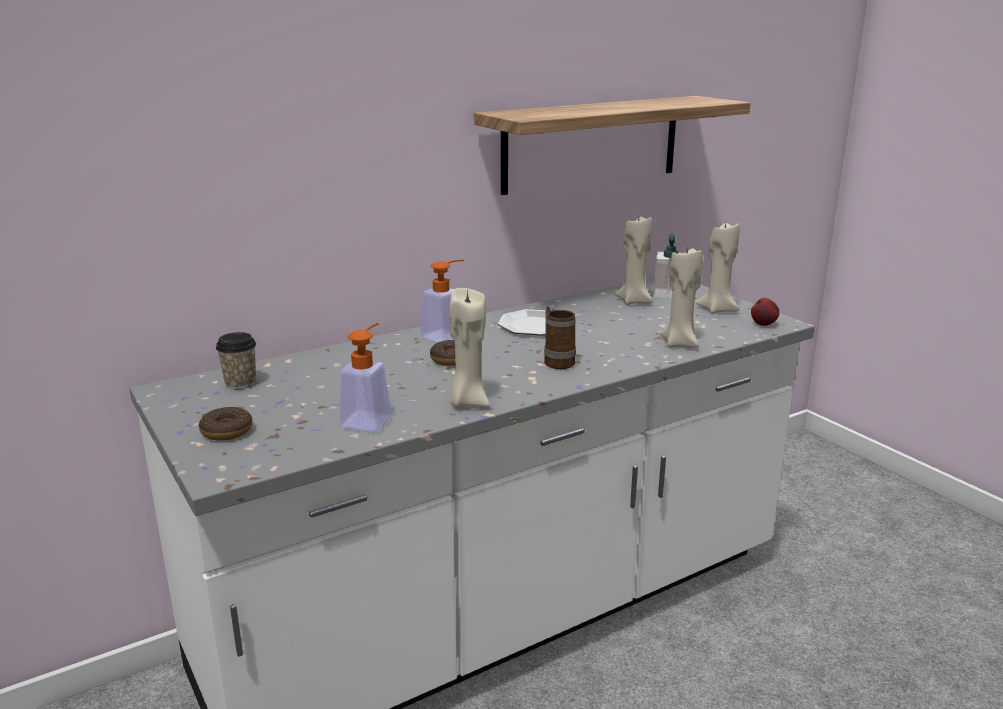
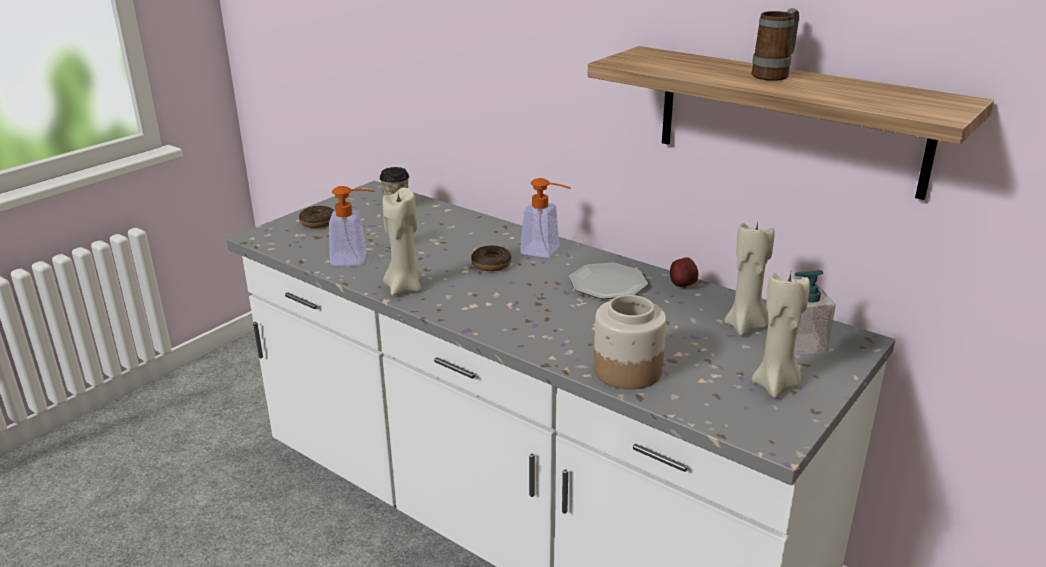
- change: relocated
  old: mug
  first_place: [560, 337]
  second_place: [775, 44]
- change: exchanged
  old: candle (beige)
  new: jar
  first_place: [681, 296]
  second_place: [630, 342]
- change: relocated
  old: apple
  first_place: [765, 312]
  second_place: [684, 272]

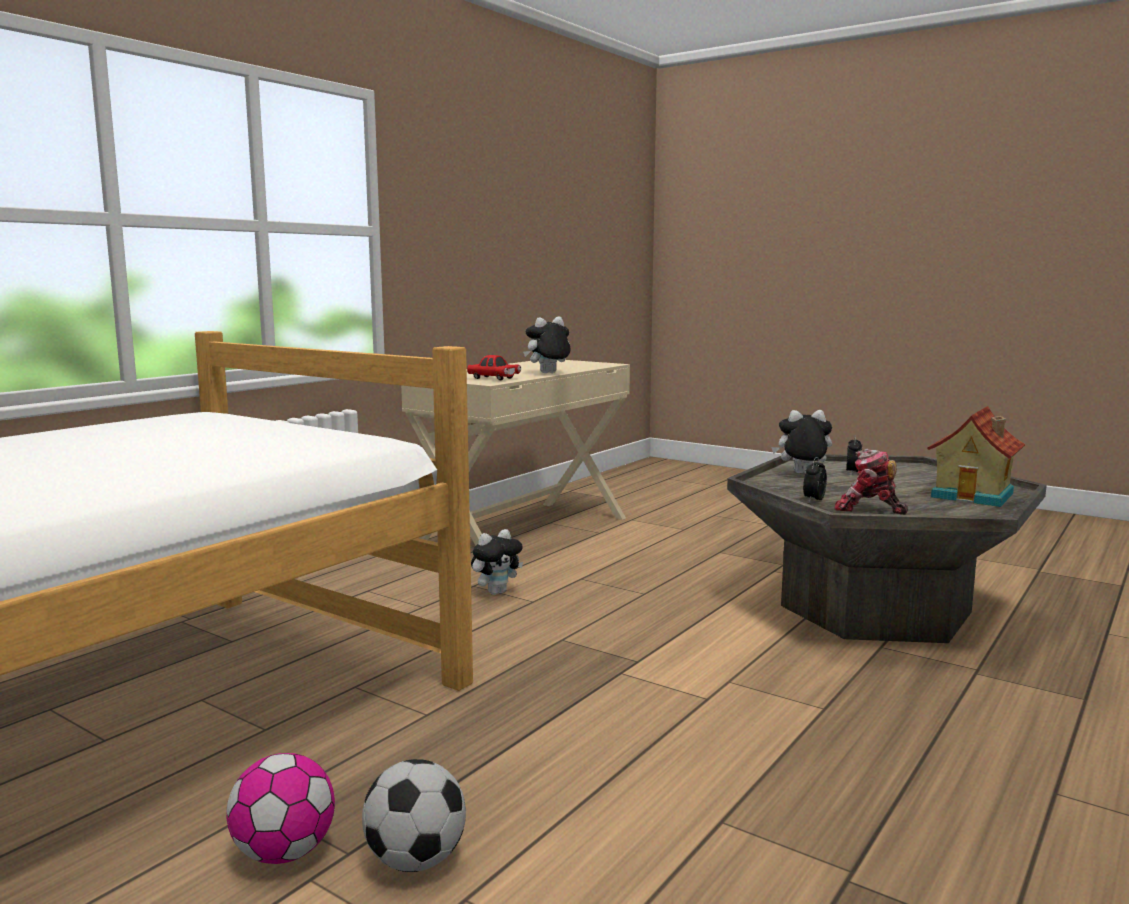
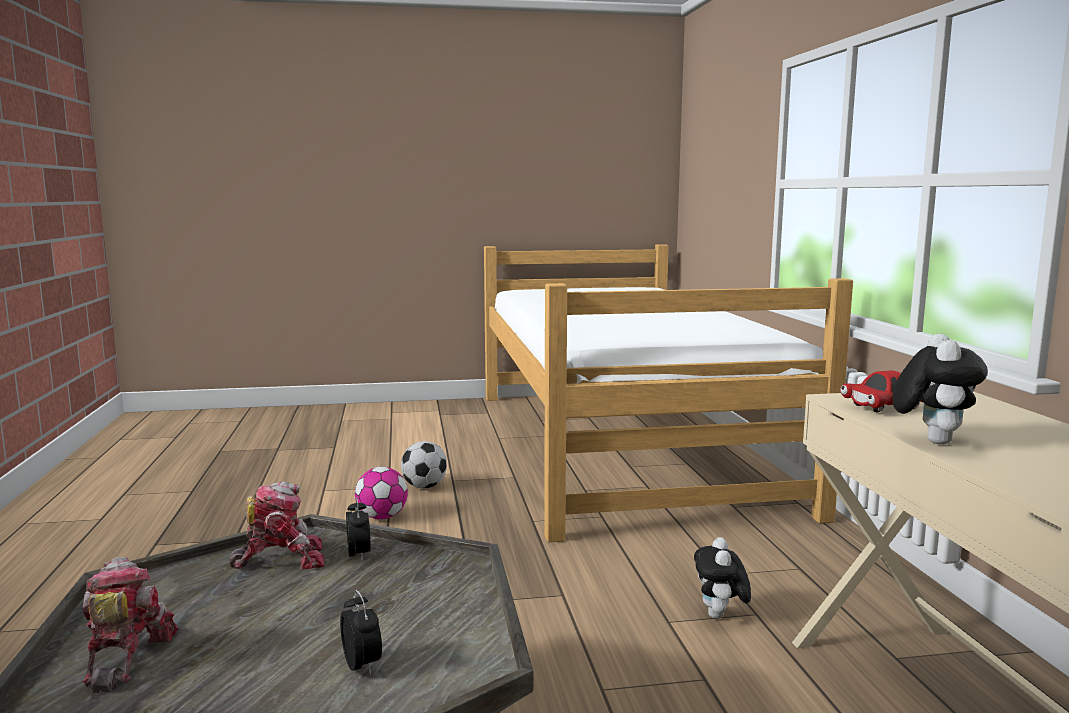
- change: relocated
  old: football
  first_place: [280, 808]
  second_place: [381, 493]
- change: missing
  old: plush toy
  first_place: [801, 441]
- change: exchanged
  old: toy house
  new: toy robot
  first_place: [976, 456]
  second_place: [130, 625]

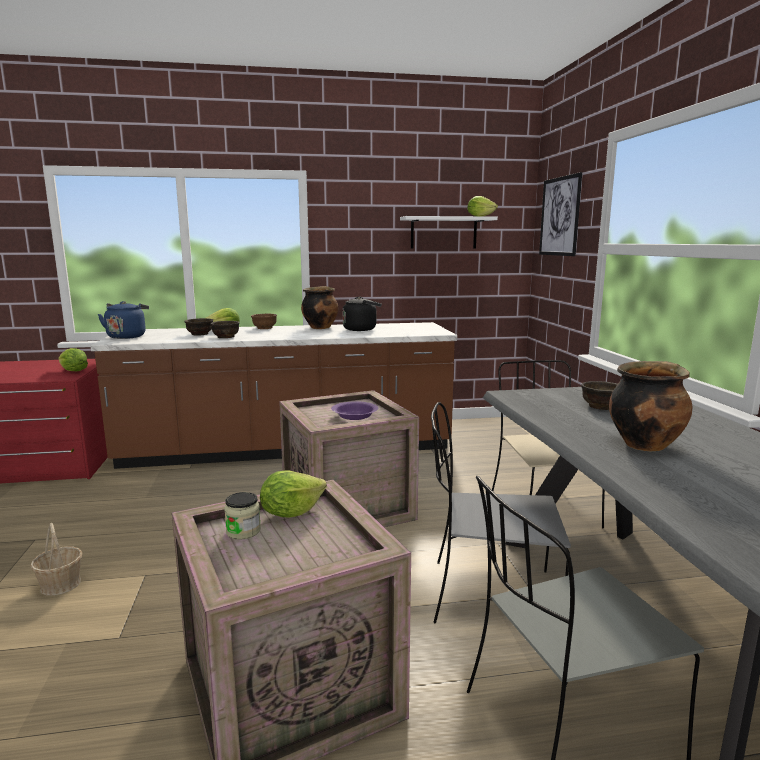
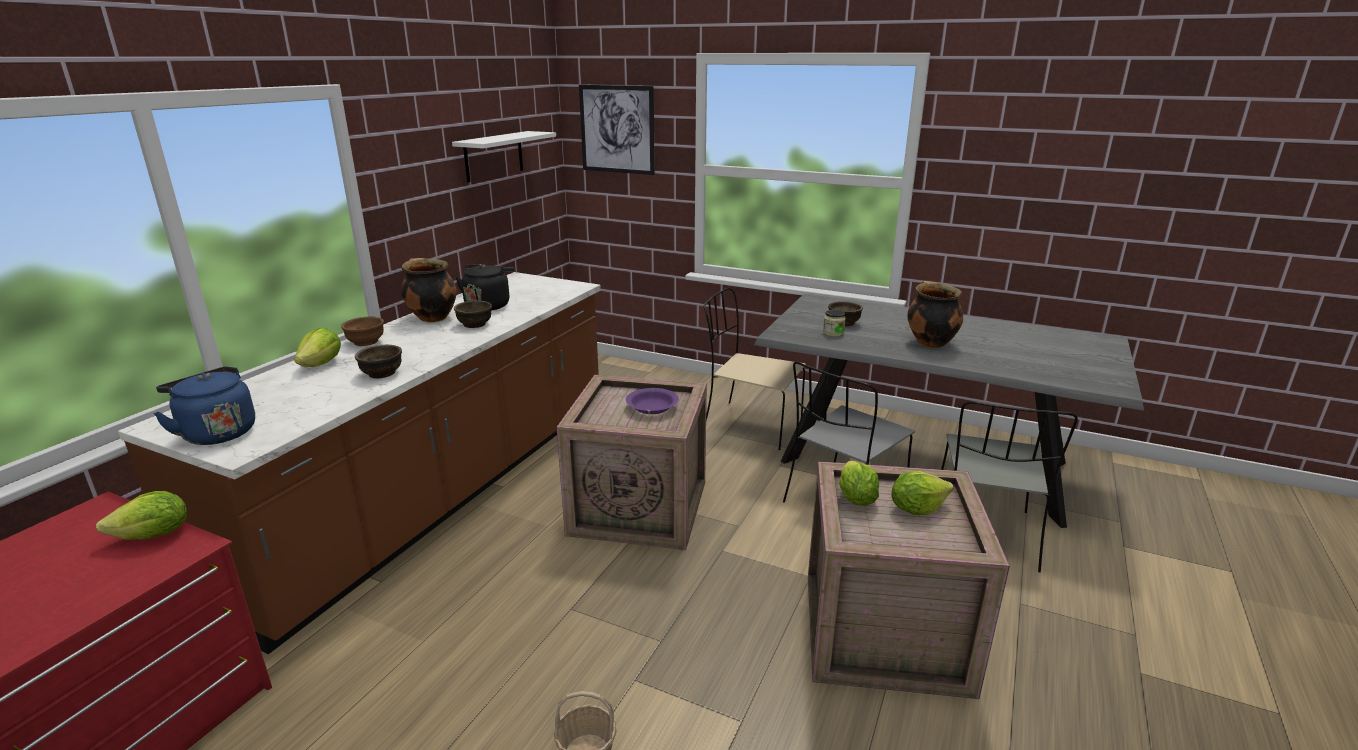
- change: relocated
  old: bowl (brown)
  first_place: [199, 327]
  second_place: [473, 314]
- change: relocated
  old: jar
  first_place: [242, 515]
  second_place: [834, 323]
- change: relocated
  old: lettuce
  first_place: [482, 206]
  second_place: [923, 493]

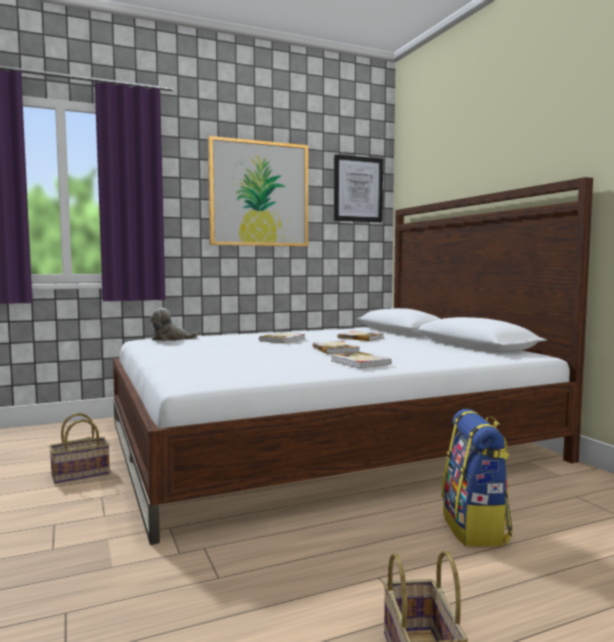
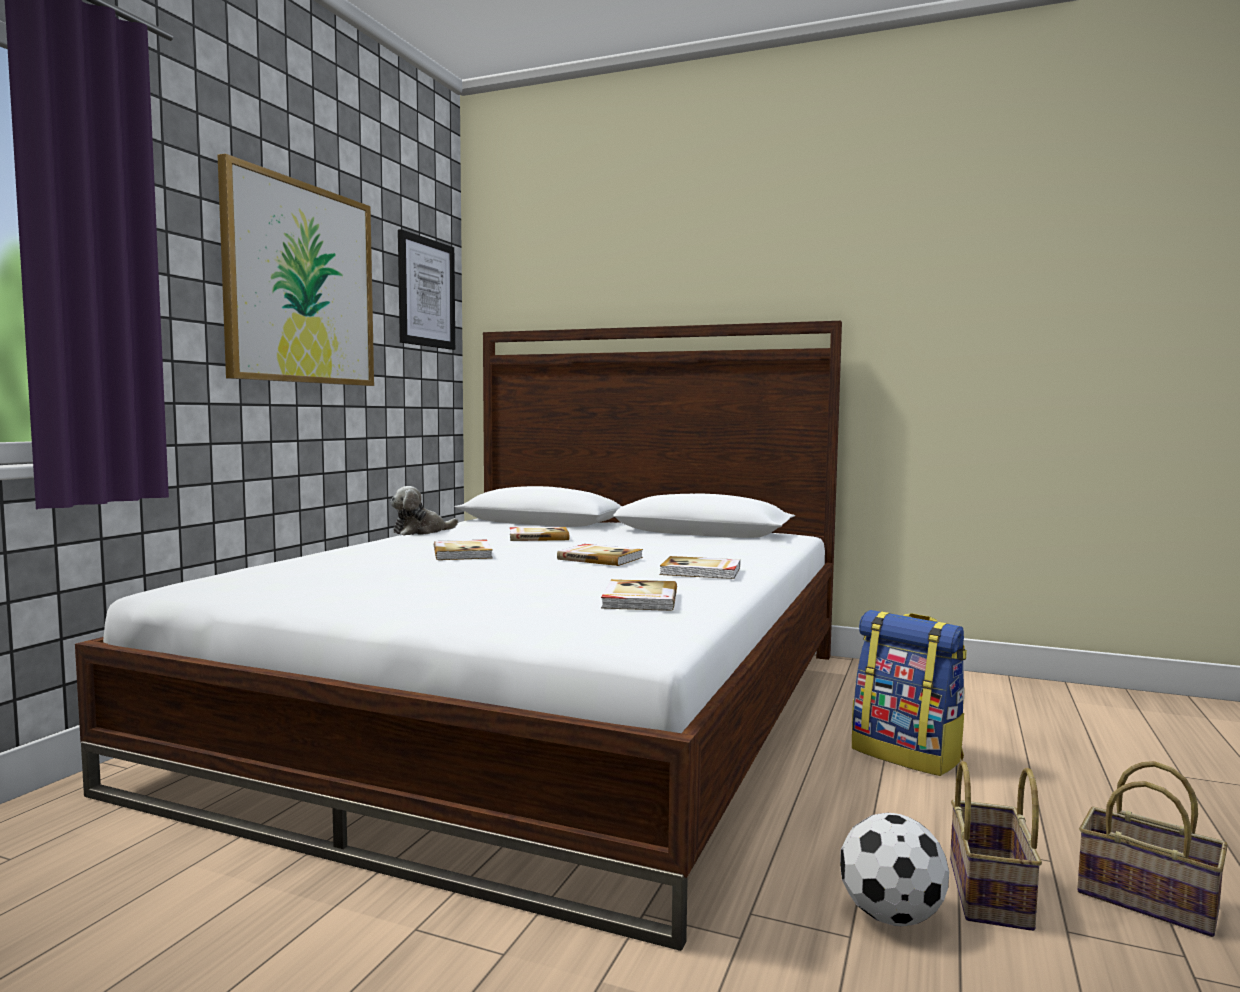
- change: relocated
  old: basket
  first_place: [79, 448]
  second_place: [996, 846]
- change: relocated
  old: plush toy
  first_place: [174, 324]
  second_place: [424, 511]
- change: appeared
  new: book
  second_place: [639, 595]
- change: appeared
  new: football
  second_place: [894, 869]

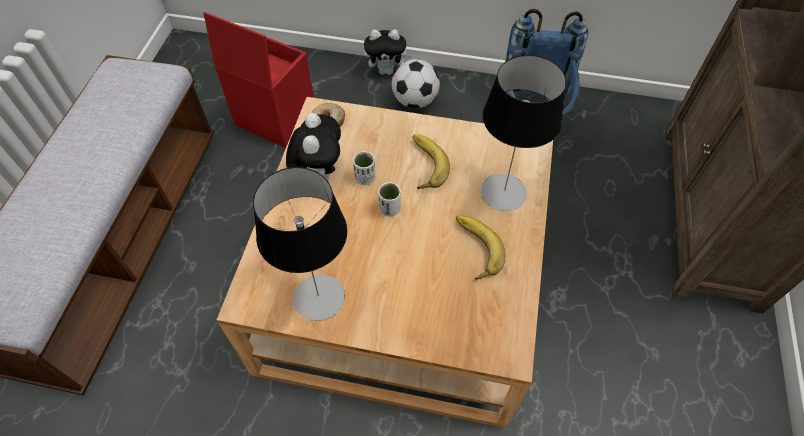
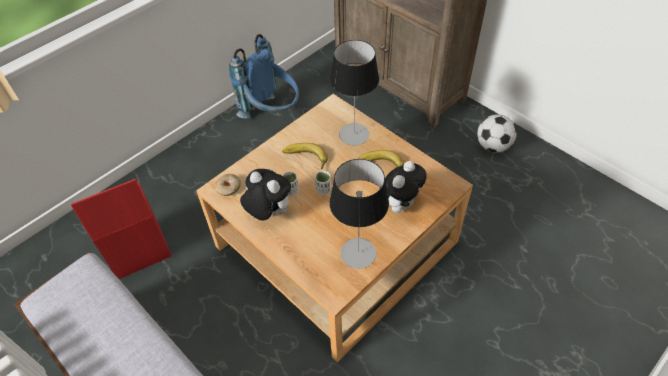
- change: relocated
  old: plush toy
  first_place: [388, 52]
  second_place: [402, 187]
- change: relocated
  old: football
  first_place: [416, 83]
  second_place: [497, 133]

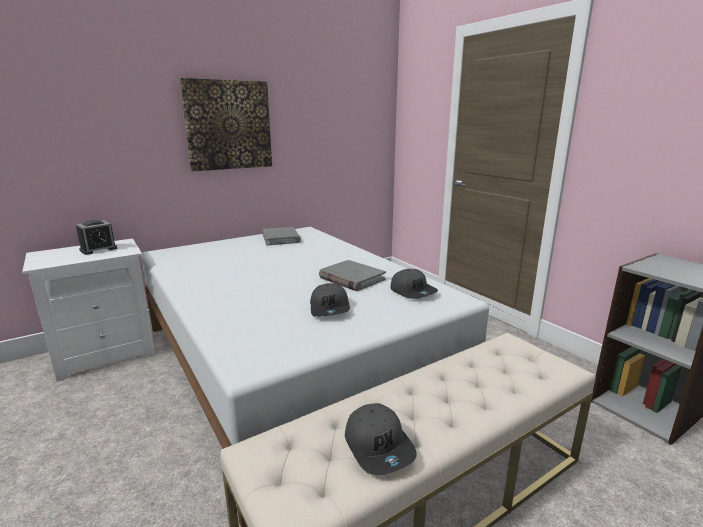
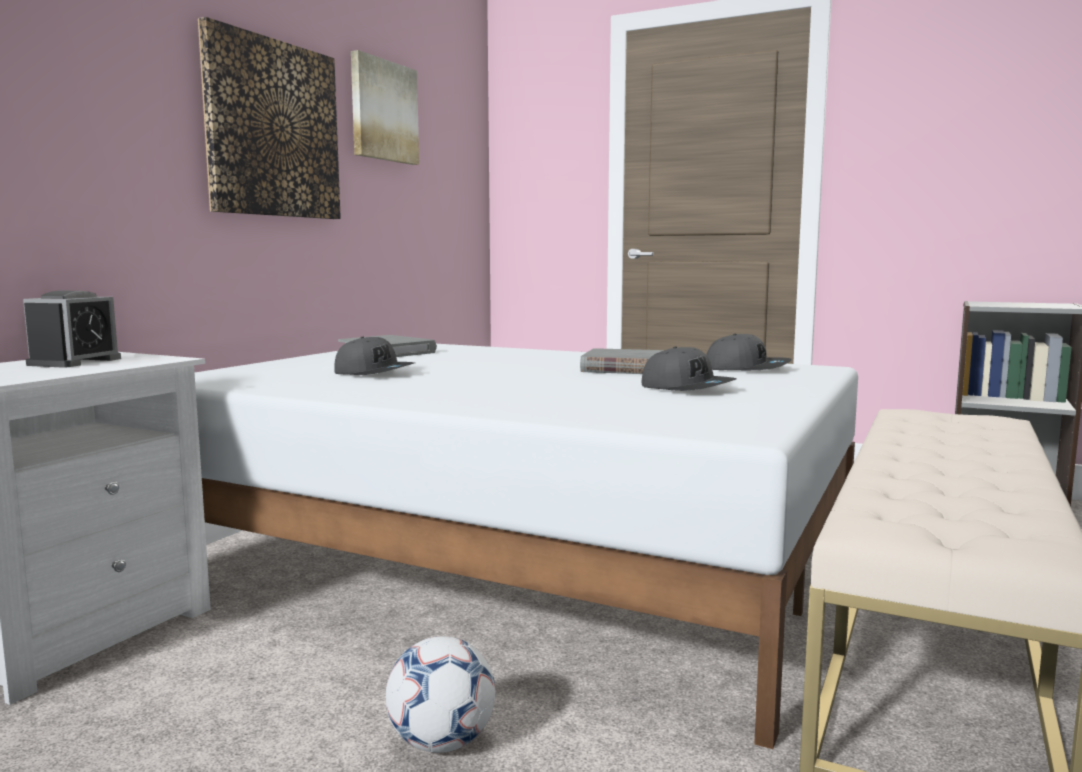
- change: relocated
  old: cap (grey)
  first_place: [381, 439]
  second_place: [374, 356]
- change: appeared
  new: picture
  second_place: [385, 107]
- change: appeared
  new: football
  second_place: [440, 694]

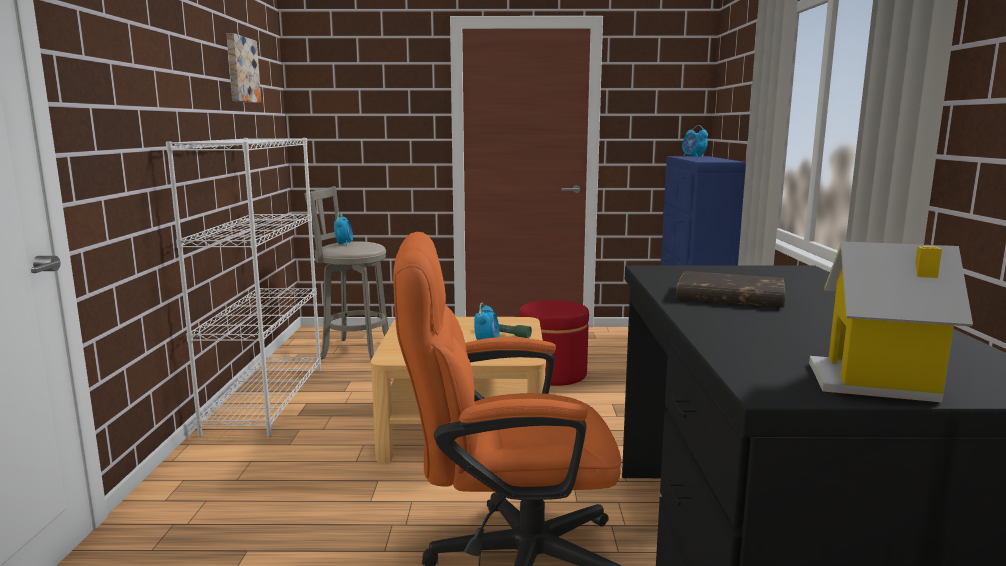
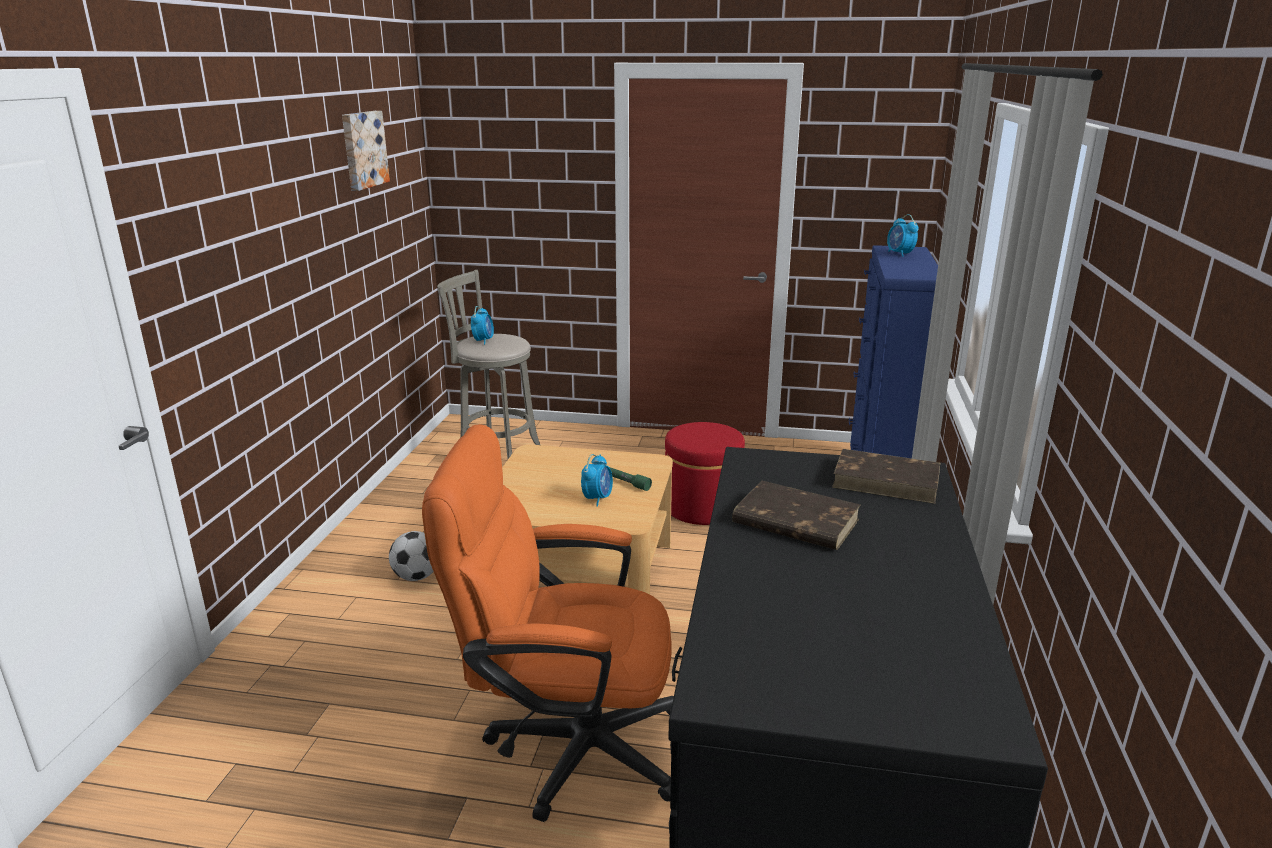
- change: missing
  old: bookcase (white)
  first_place: [243, 287]
- change: missing
  old: toy house
  first_place: [891, 321]
- change: appeared
  new: football
  second_place: [411, 556]
- change: appeared
  new: book (brown)
  second_place: [886, 476]

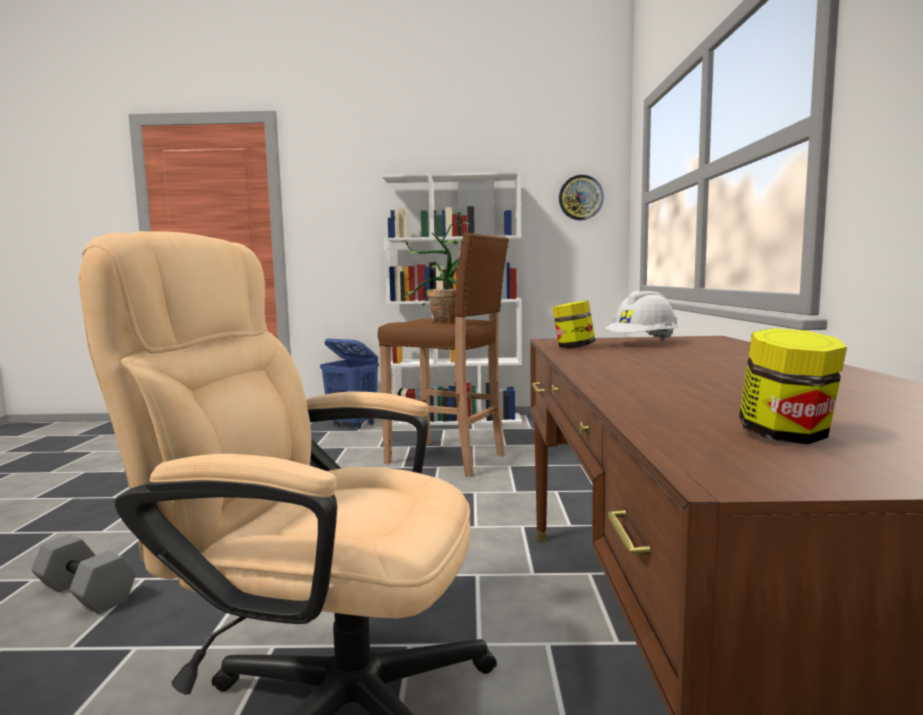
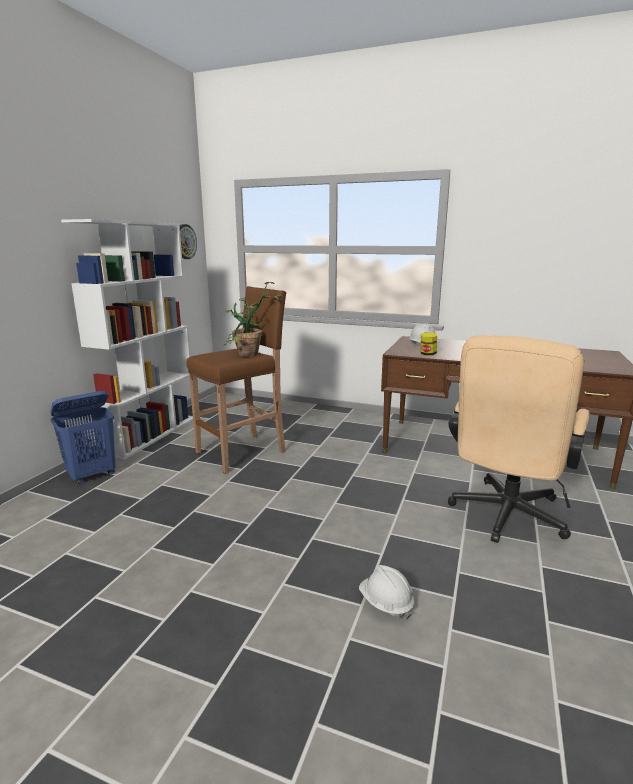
- change: exchanged
  old: dumbbell (grey)
  new: hard hat (white)
  first_place: [84, 574]
  second_place: [386, 592]
- change: missing
  old: jar
  first_place: [793, 386]

